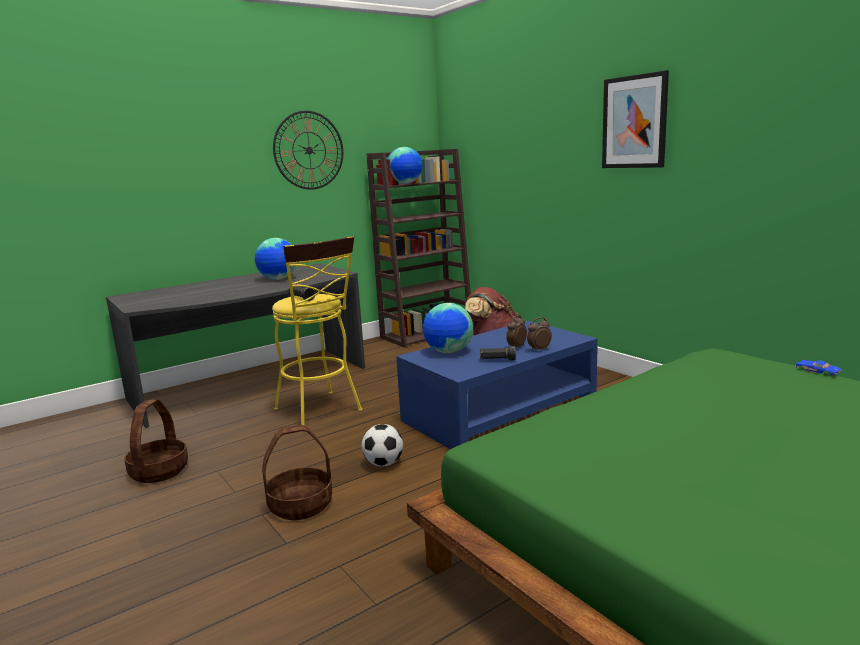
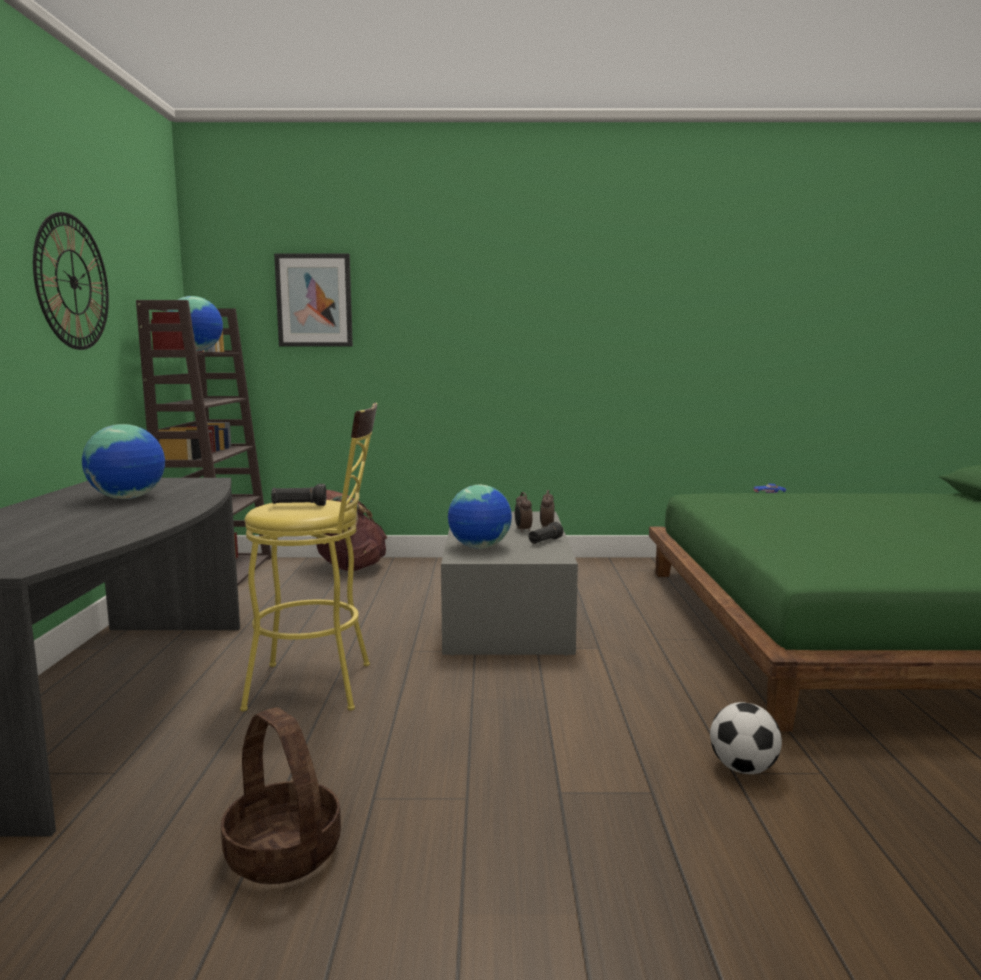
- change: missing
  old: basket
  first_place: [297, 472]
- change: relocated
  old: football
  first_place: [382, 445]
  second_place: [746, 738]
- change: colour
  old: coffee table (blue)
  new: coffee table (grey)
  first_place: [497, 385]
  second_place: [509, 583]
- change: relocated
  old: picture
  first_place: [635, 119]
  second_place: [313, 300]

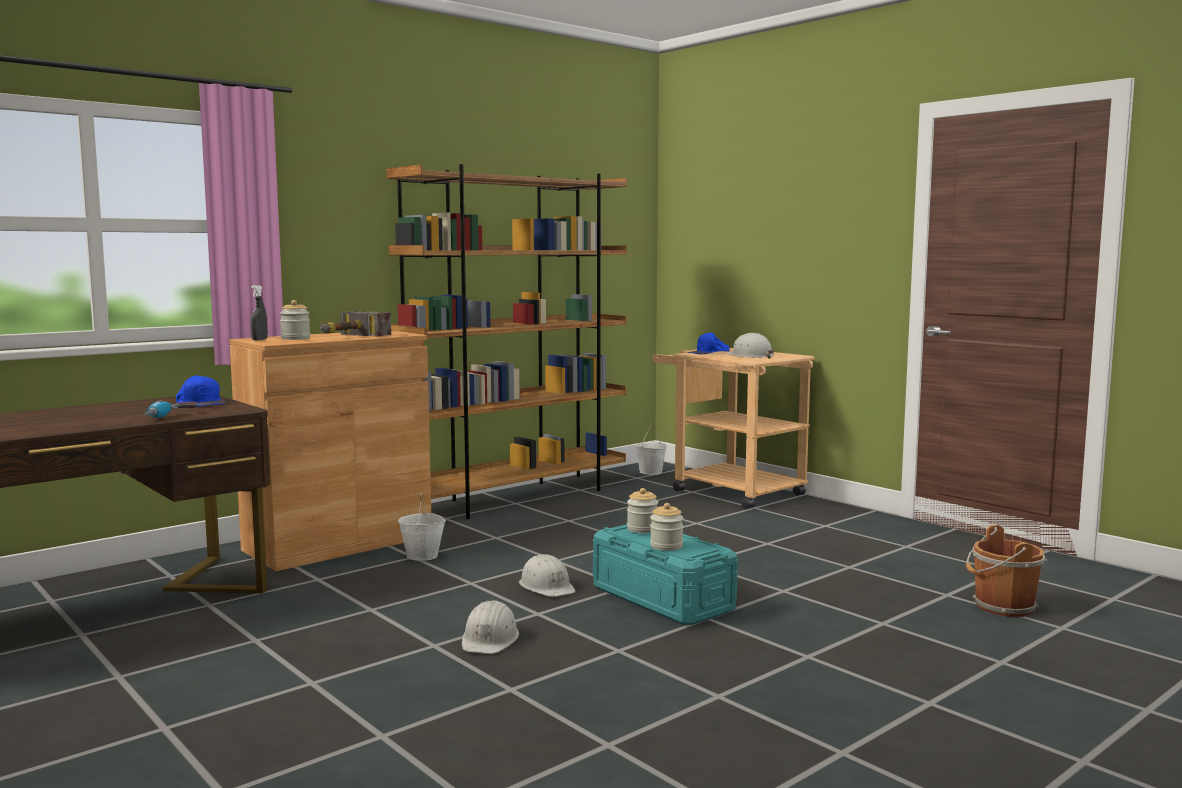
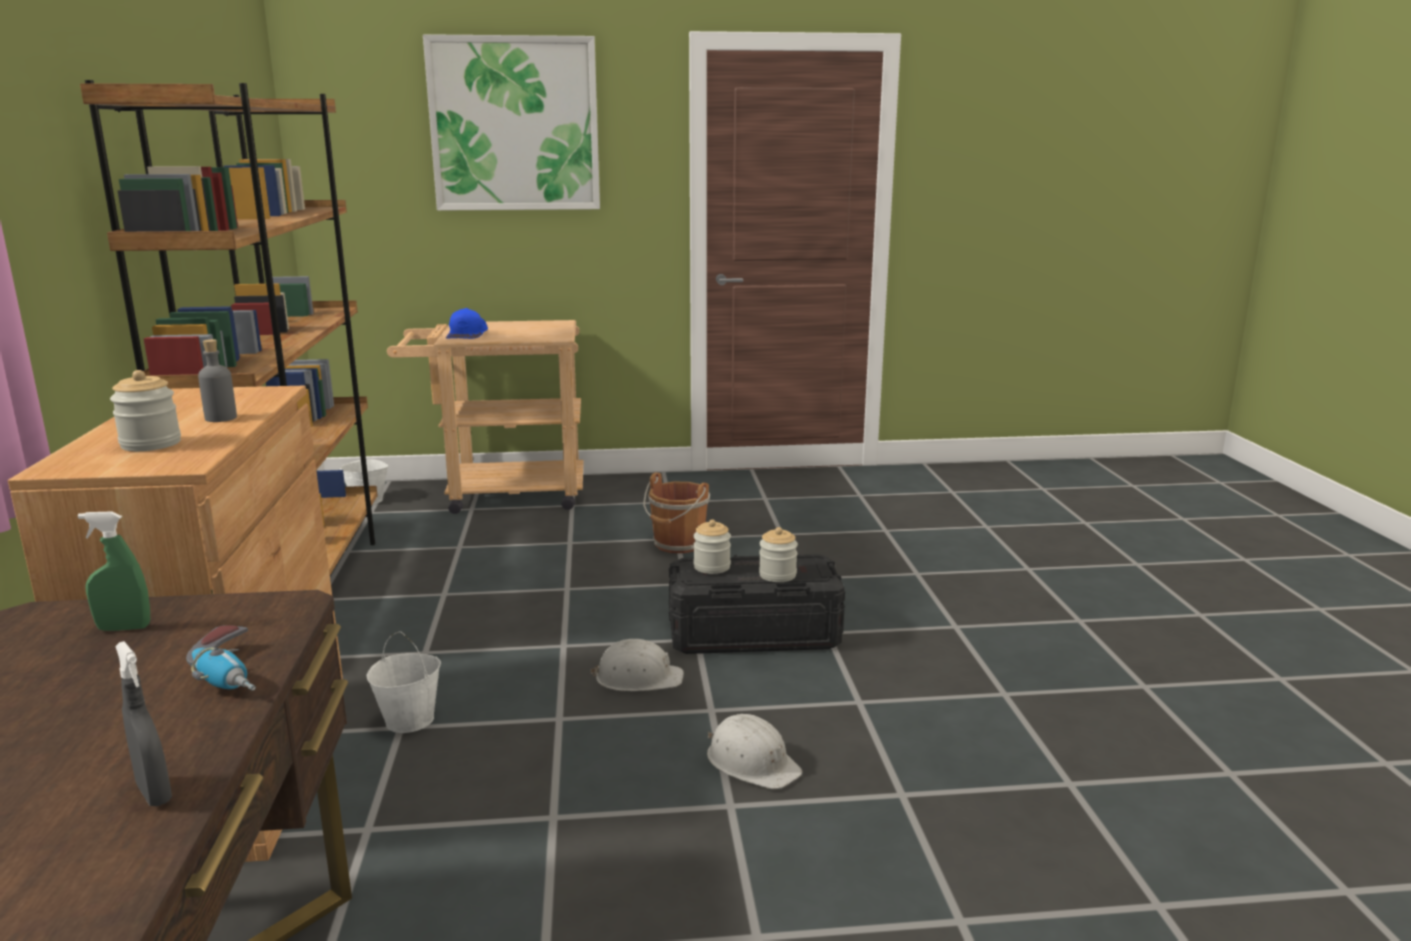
- change: exchanged
  old: cap (blue)
  new: spray bottle (green)
  first_place: [201, 391]
  second_place: [114, 571]
- change: relocated
  old: spray bottle (grey)
  first_place: [259, 312]
  second_place: [143, 723]
- change: exchanged
  old: hammer
  new: bottle (grey)
  first_place: [355, 324]
  second_place: [217, 380]
- change: colour
  old: storage box (turquoise)
  new: storage box (black)
  first_place: [665, 574]
  second_place: [757, 604]
- change: missing
  old: hard hat (white)
  first_place: [749, 346]
- change: relocated
  old: bucket (brown)
  first_place: [1006, 571]
  second_place: [676, 512]
- change: appeared
  new: picture
  second_place: [511, 122]

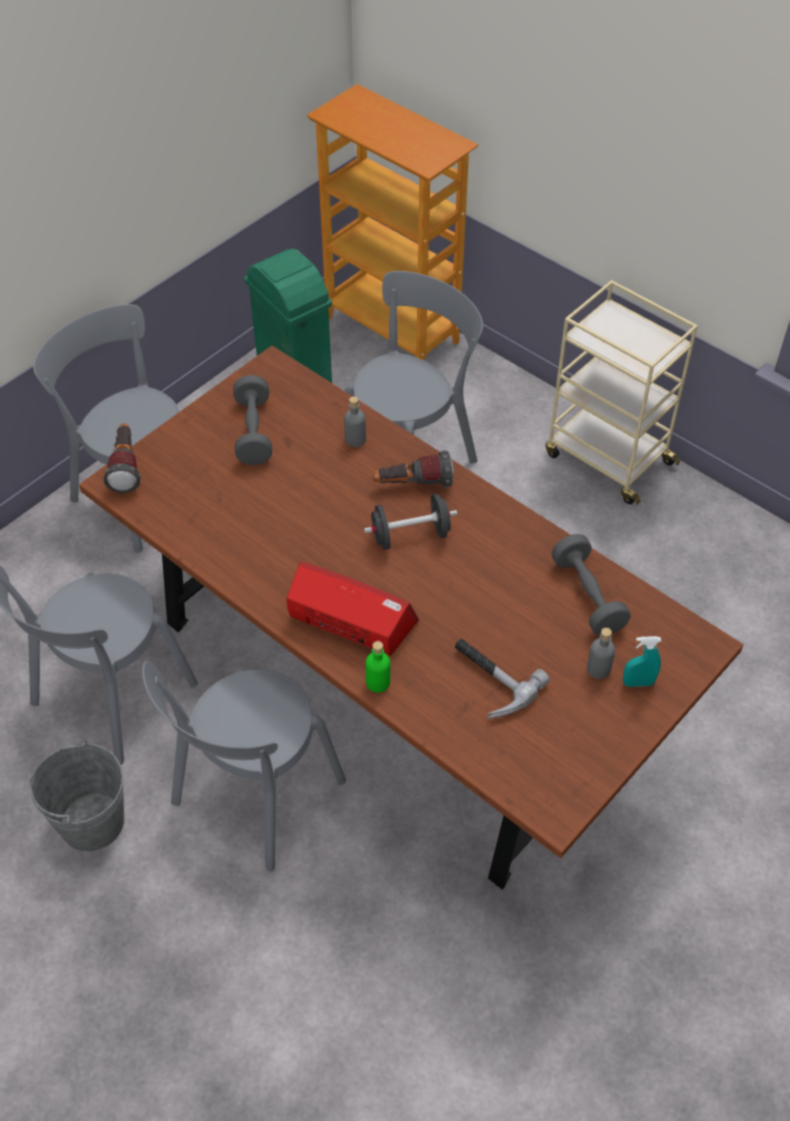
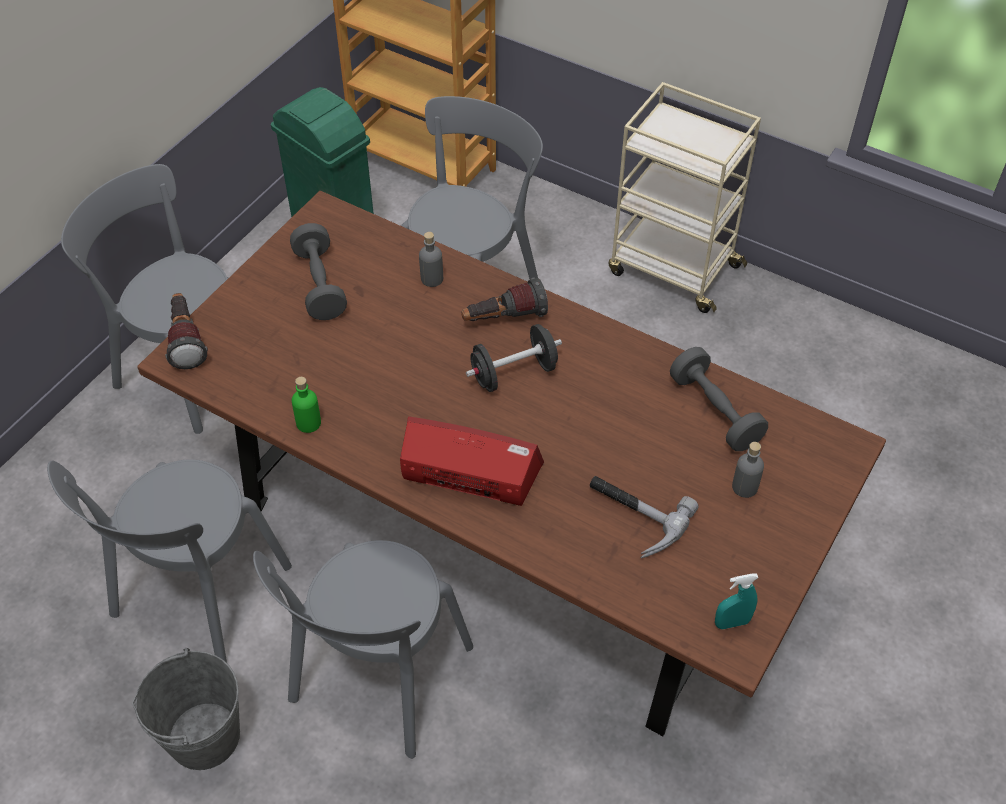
- change: relocated
  old: bottle (green)
  first_place: [378, 667]
  second_place: [306, 405]
- change: relocated
  old: spray bottle (turquoise)
  first_place: [642, 661]
  second_place: [736, 601]

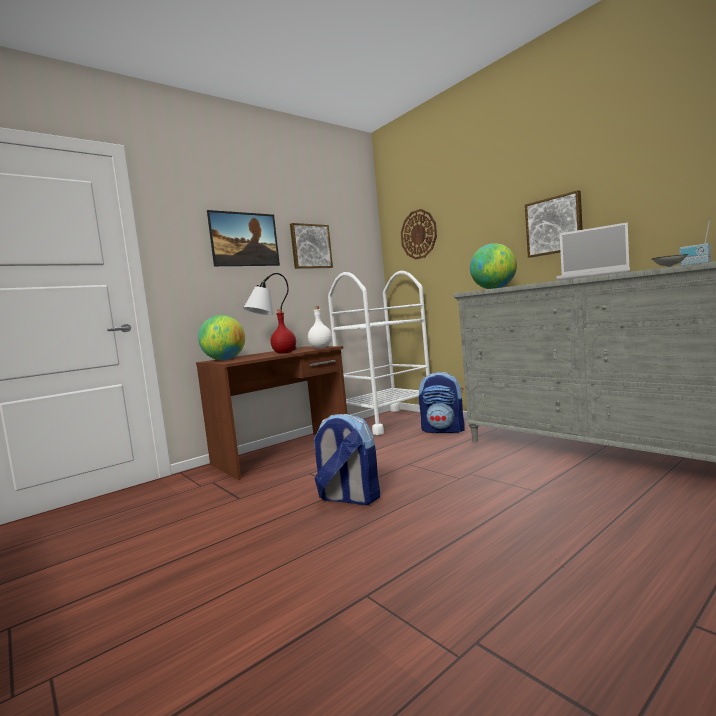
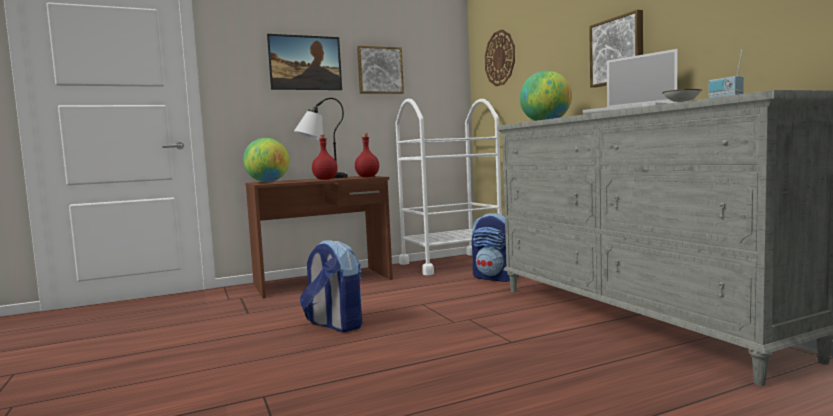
- change: colour
  old: bottle (white)
  new: bottle (red)
  first_place: [320, 327]
  second_place: [367, 155]

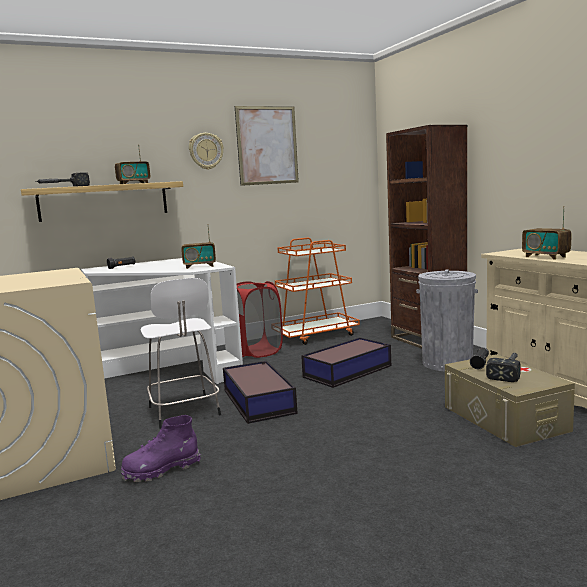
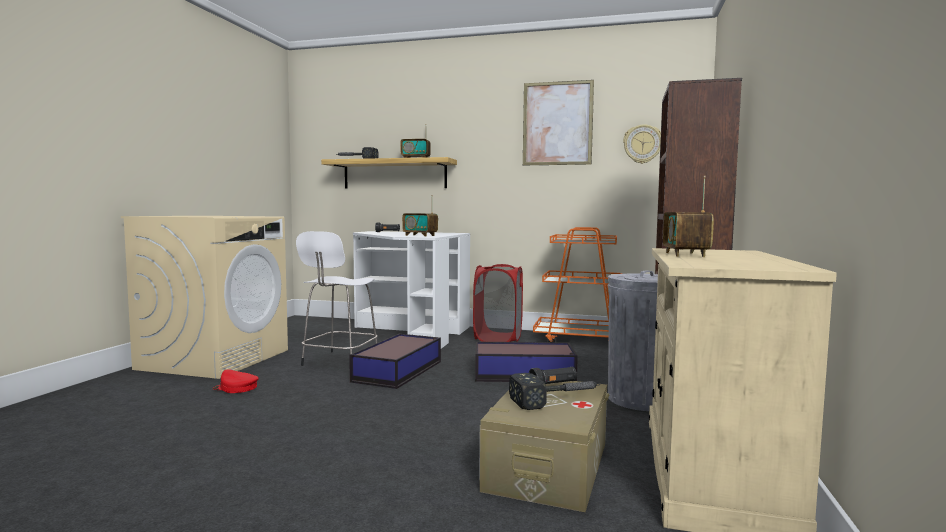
- change: exchanged
  old: boot (purple)
  new: cap (red)
  first_place: [161, 448]
  second_place: [236, 381]
- change: relocated
  old: wall clock
  first_place: [206, 151]
  second_place: [642, 144]

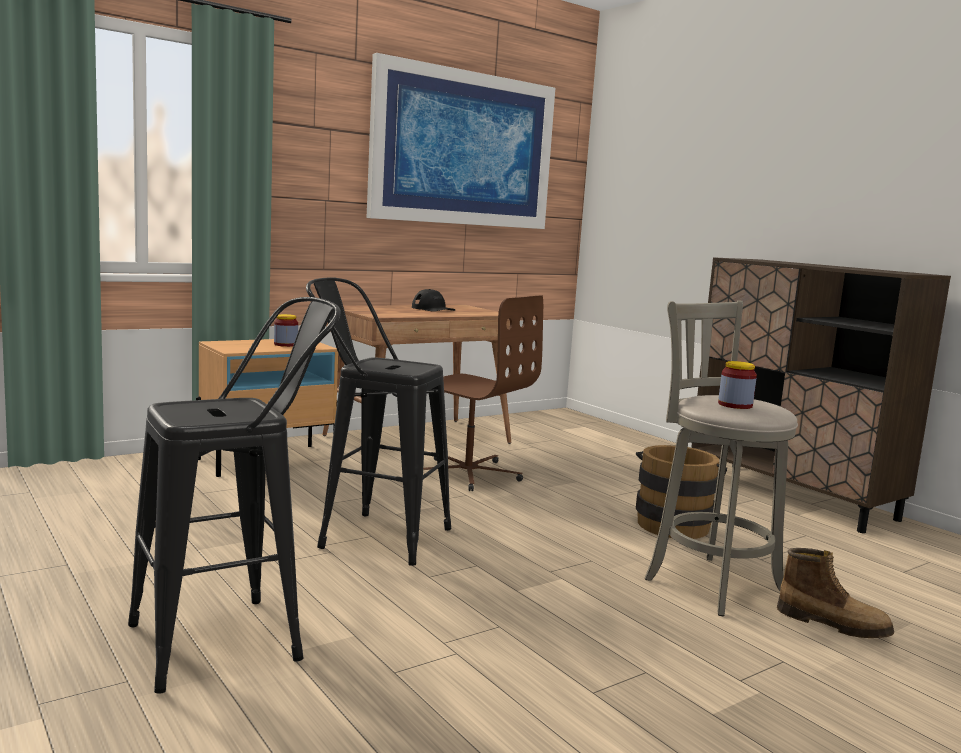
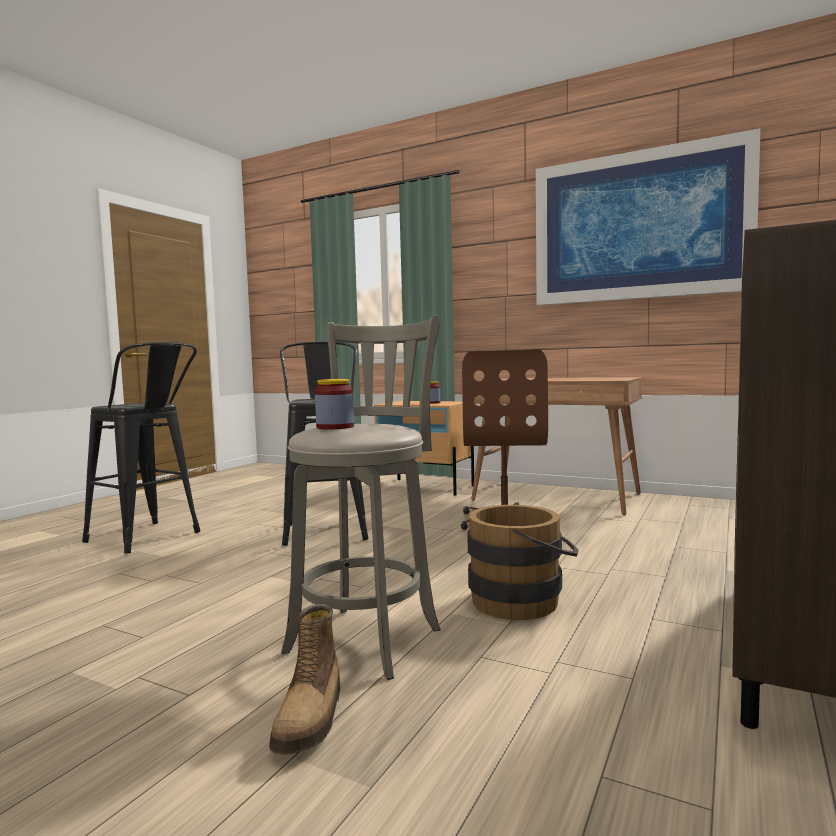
- change: missing
  old: cap (black)
  first_place: [433, 300]

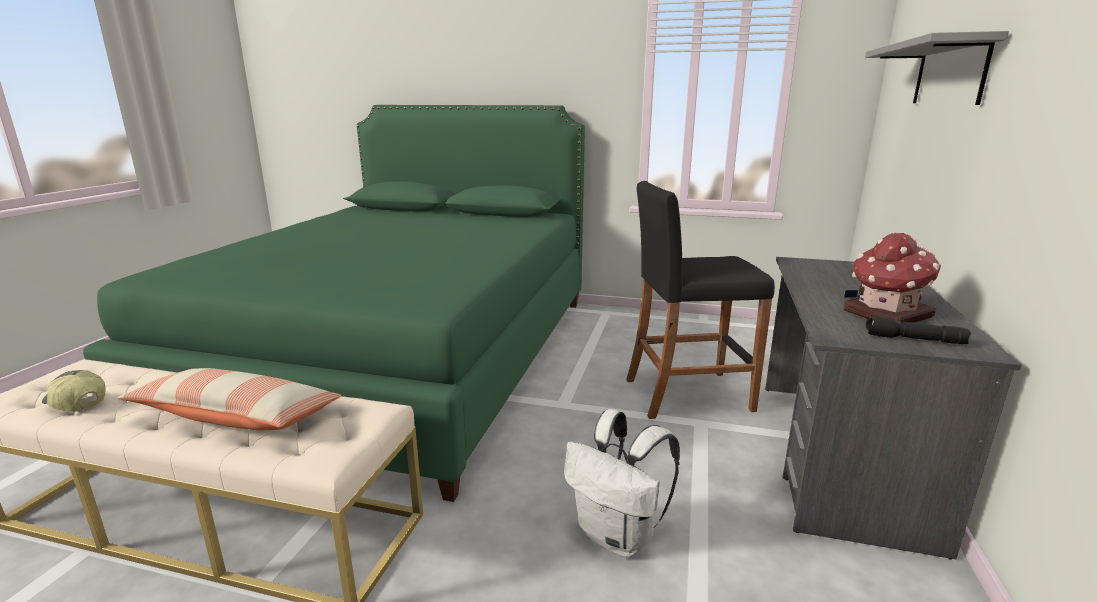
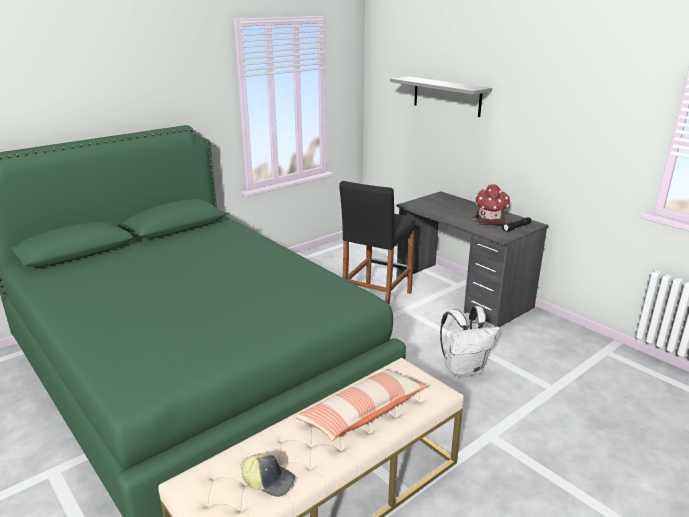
- change: spun
  old: cap
  first_place: [74, 391]
  second_place: [267, 475]
  degrees: -135

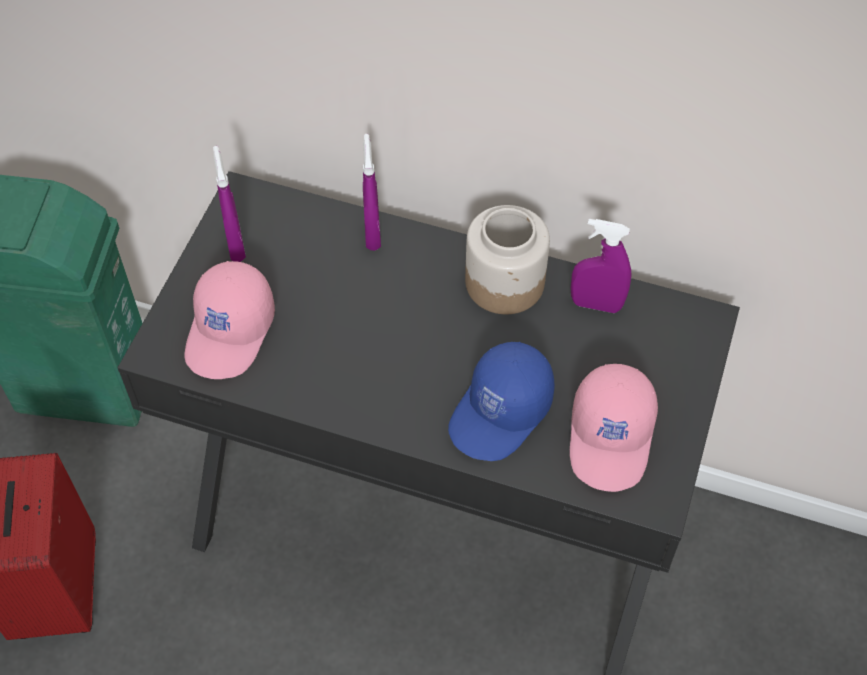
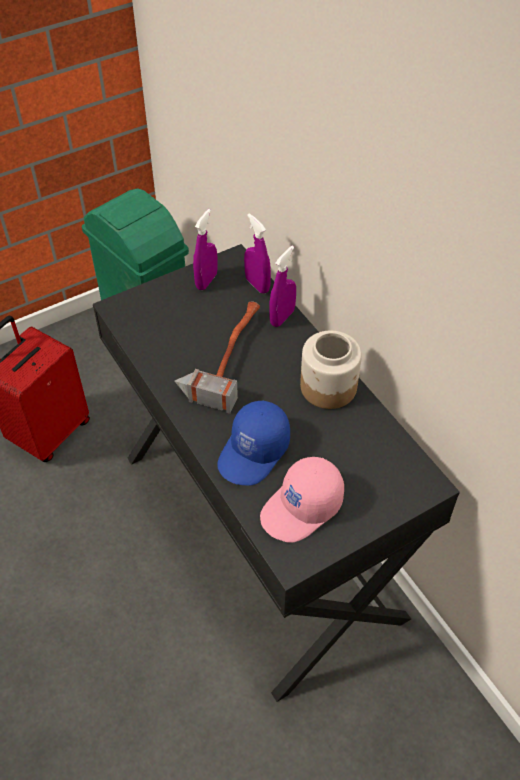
- change: missing
  old: cap (pink)
  first_place: [229, 320]
- change: spun
  old: cap (blue)
  first_place: [501, 401]
  second_place: [253, 443]
  degrees: -45
- change: relocated
  old: spray bottle (purple)
  first_place: [601, 266]
  second_place: [257, 253]
- change: appeared
  new: hammer
  second_place: [217, 357]

